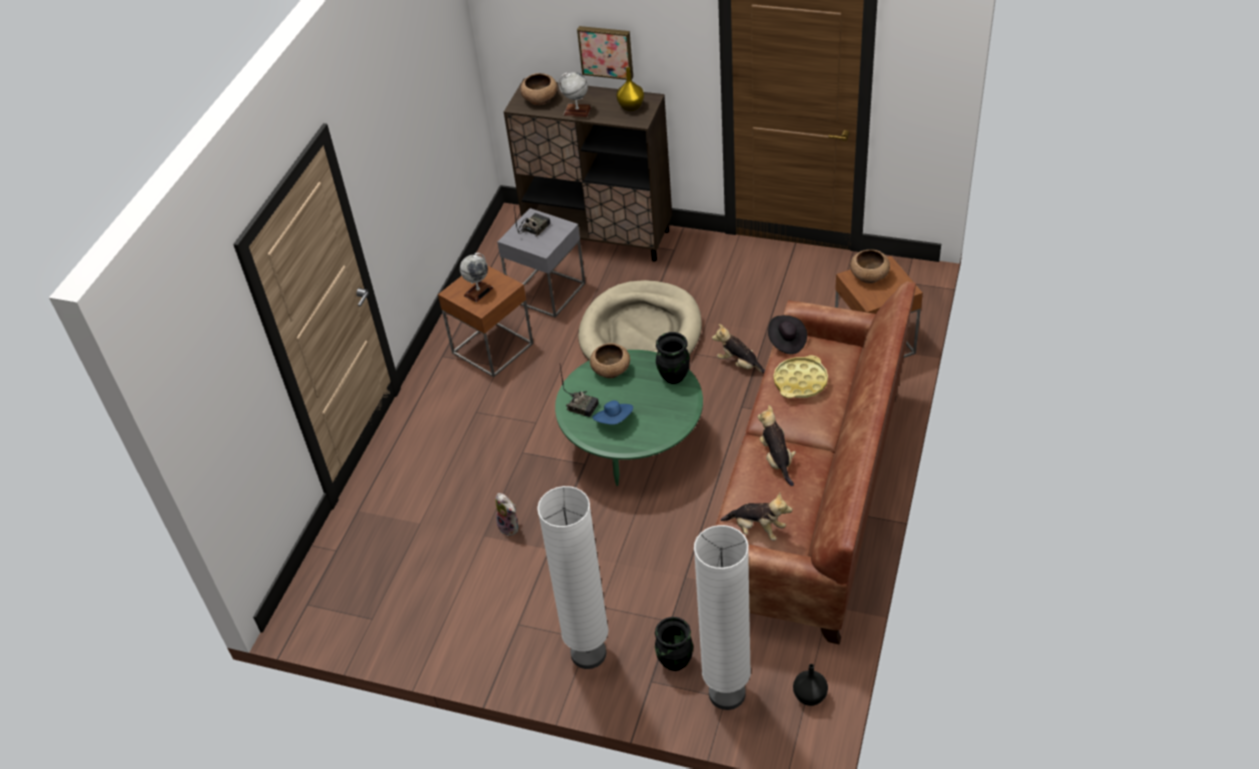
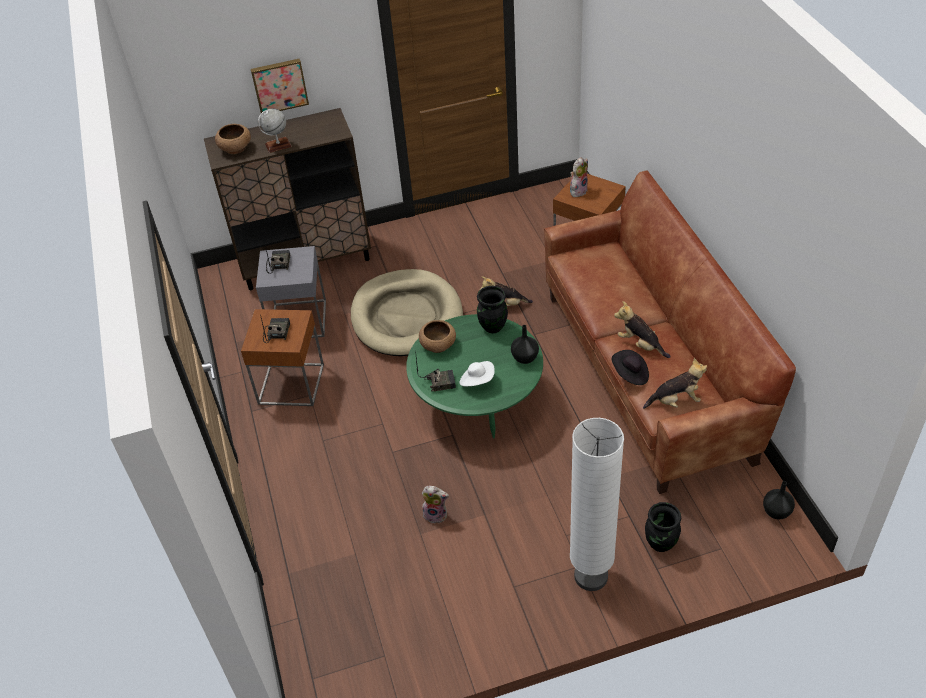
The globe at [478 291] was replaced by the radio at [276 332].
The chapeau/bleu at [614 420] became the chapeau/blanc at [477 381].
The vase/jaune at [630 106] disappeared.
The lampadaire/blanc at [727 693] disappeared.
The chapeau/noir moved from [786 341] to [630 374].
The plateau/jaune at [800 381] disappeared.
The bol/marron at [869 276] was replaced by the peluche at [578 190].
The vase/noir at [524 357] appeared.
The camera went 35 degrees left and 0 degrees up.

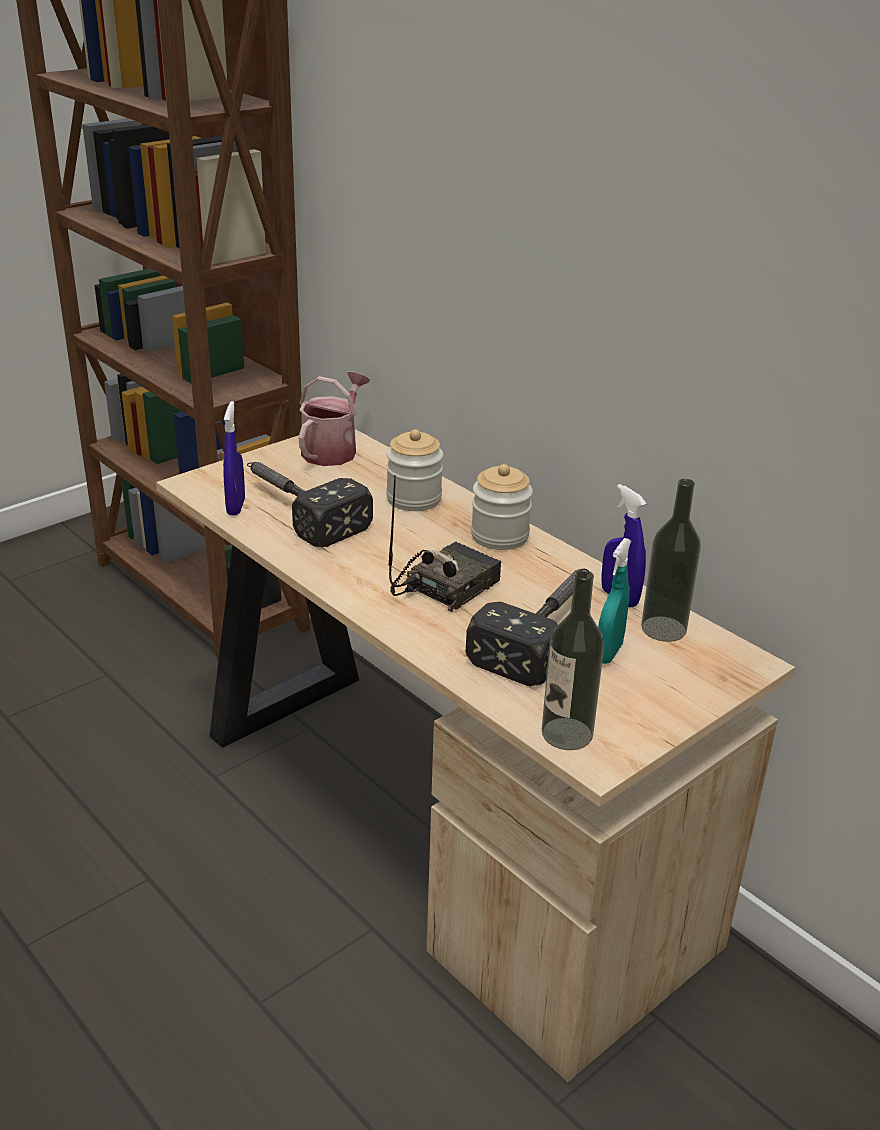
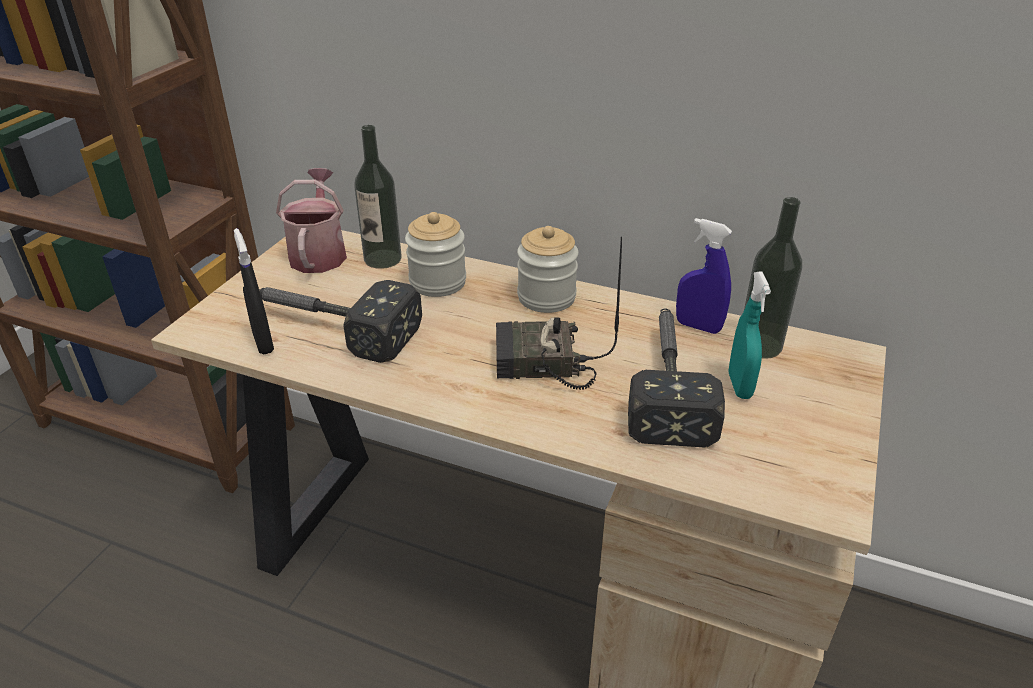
The vaporisateur/bleu at [236 507] became the vaporisateur/noir at [263 343].
The radio at [444 586] turned 105 degrees counterclockwise.
The bouteille moved from [567 734] to [382 259].
The camera went 25 degrees left and 5 degrees up.

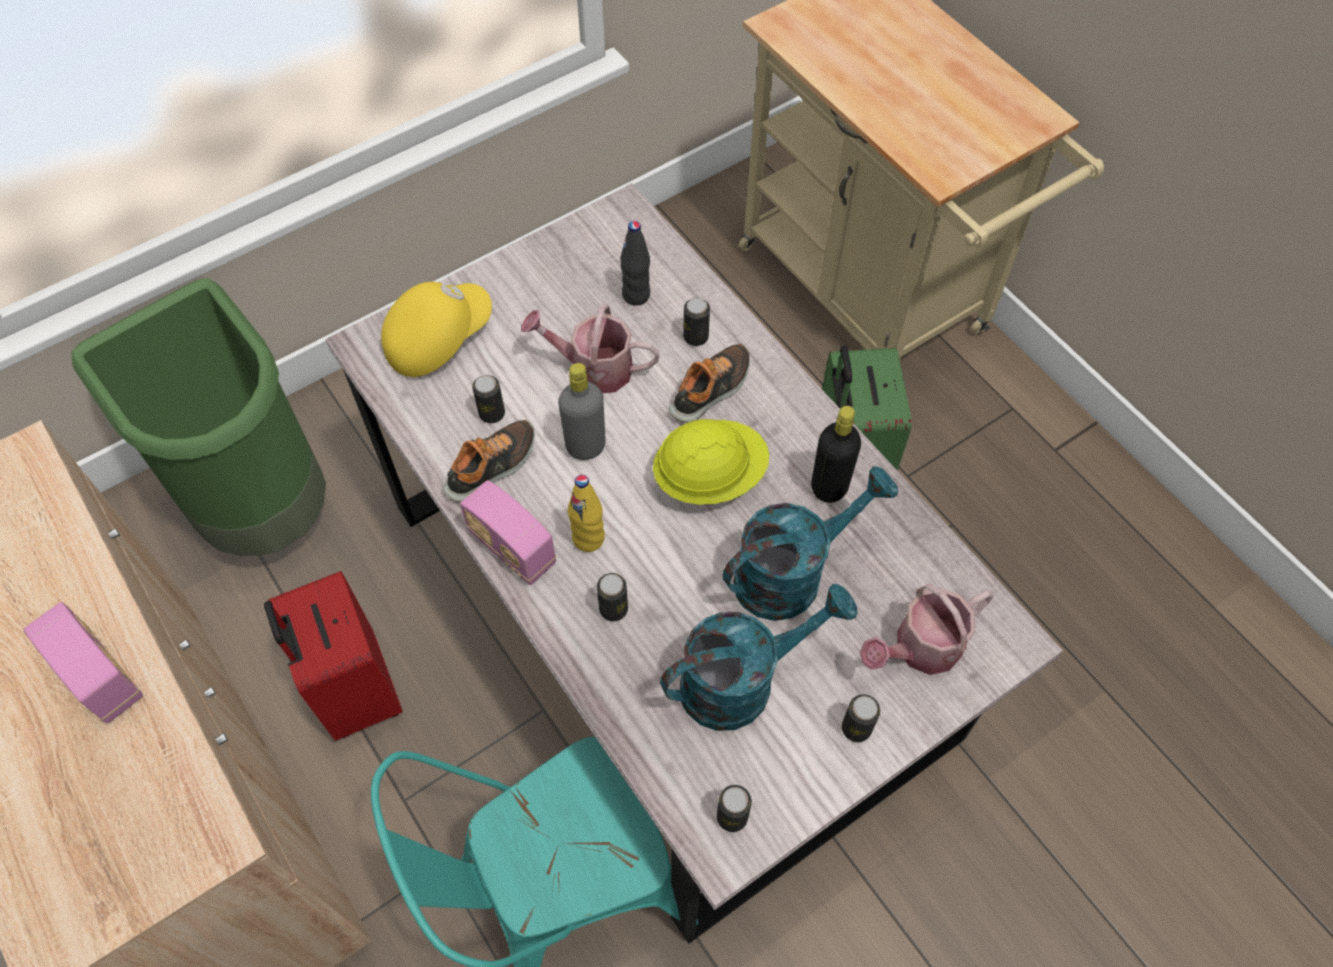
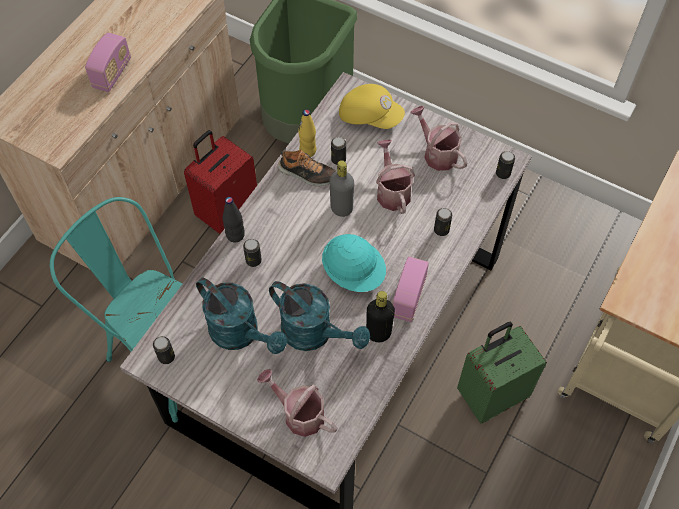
The radio moved from [512 548] to [408 298].
The bouteille/jaune moved from [588 538] to [308 151].
The bouteille/noir moved from [636 295] to [235 235].
The casque de chantier/jaune at [709 476] became the casque de chantier/turquoise at [353 272].
The chaussure at [711 389] disappeared.
The boîte métallique moved from [856 728] to [503 173].
The arrosoir at [437 153] appeared.
The camera went 65 degrees right and 0 degrees up.

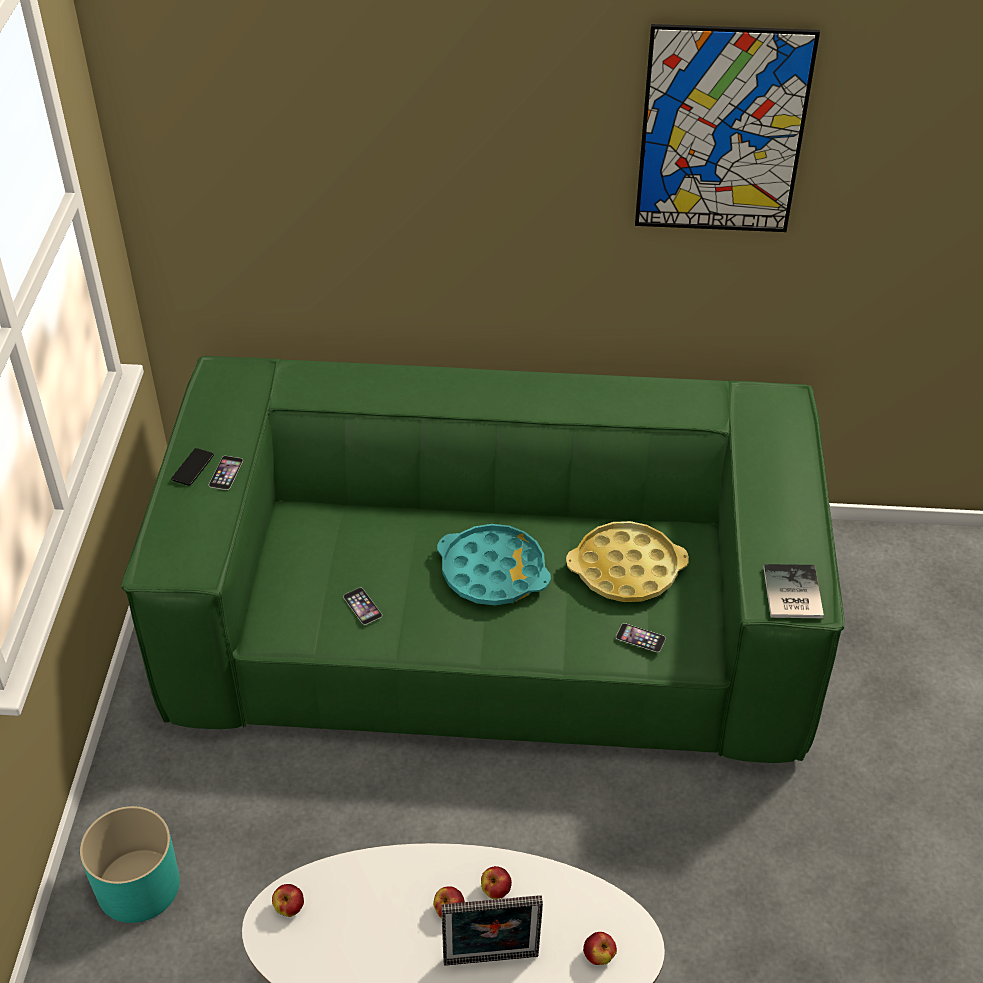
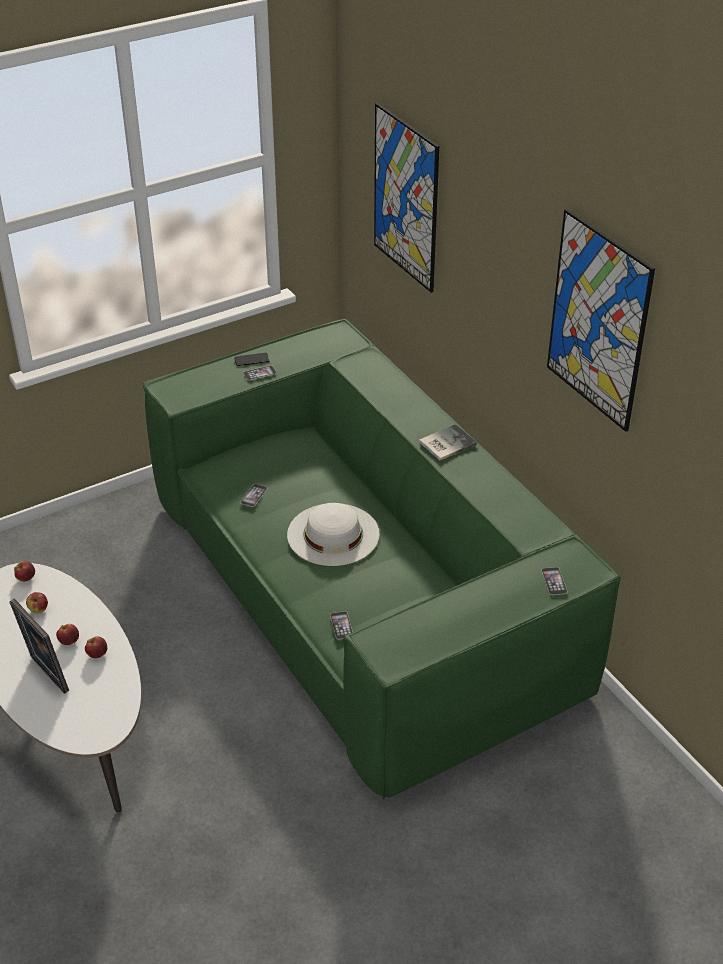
The cache-pot/turquoise at [137 885] disappeared.
The plateau/turquoise at [493 572] was replaced by the chapeau/blanc at [333 534].
The plateau/jaune at [626 569] disappeared.
The pomme moved from [599 956] to [38 610].
The livre moved from [790 594] to [445 443].
The tableau at [405 198] appeared.
The téléphone at [554 581] appeared.
The camera went 55 degrees right and 5 degrees down.

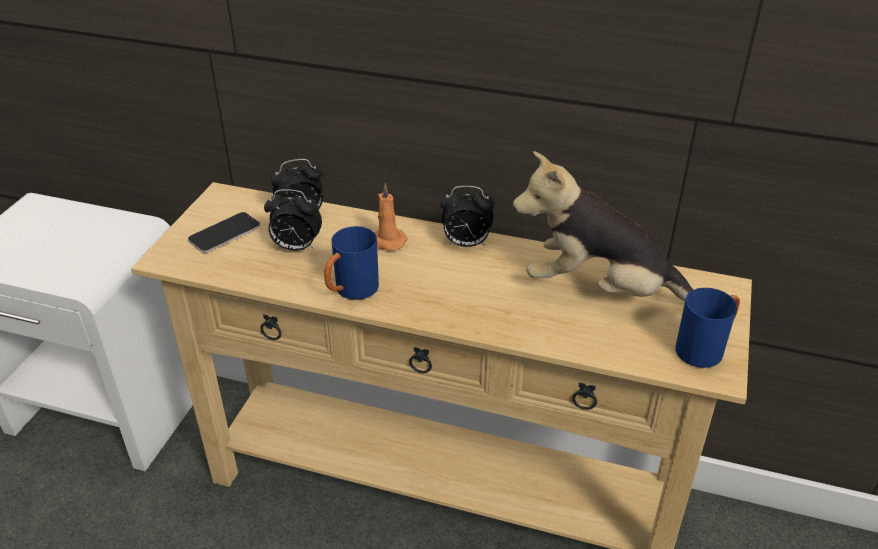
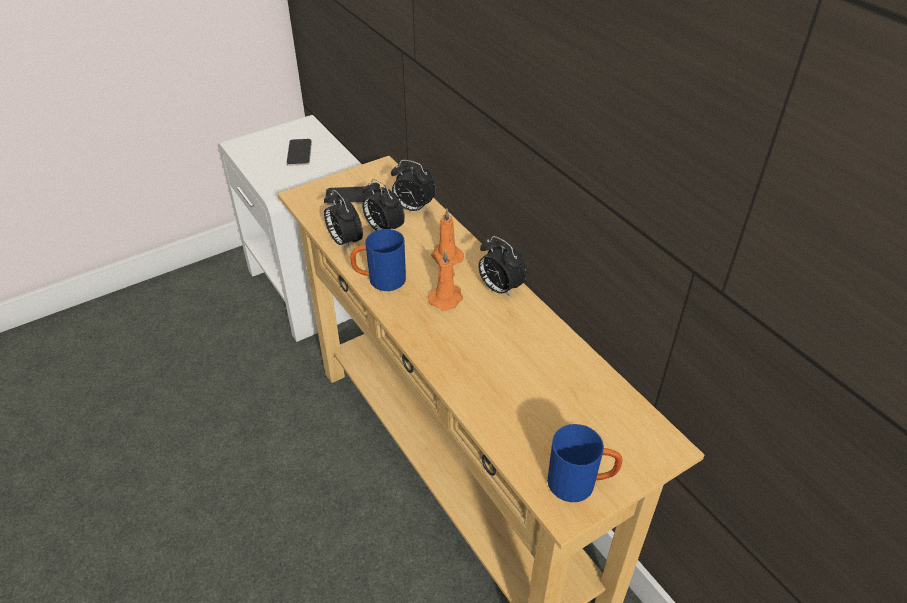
The peluche at [600 290] disappeared.
The téléphone at [299 153] appeared.
The réveil at [344 241] appeared.
The bougie/orange at [446 298] appeared.
The camera went 40 degrees right and 5 degrees up.

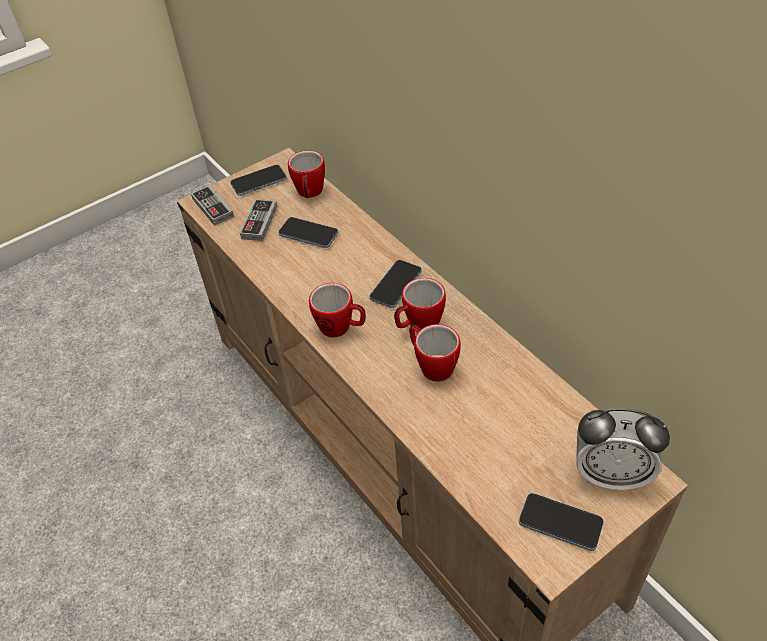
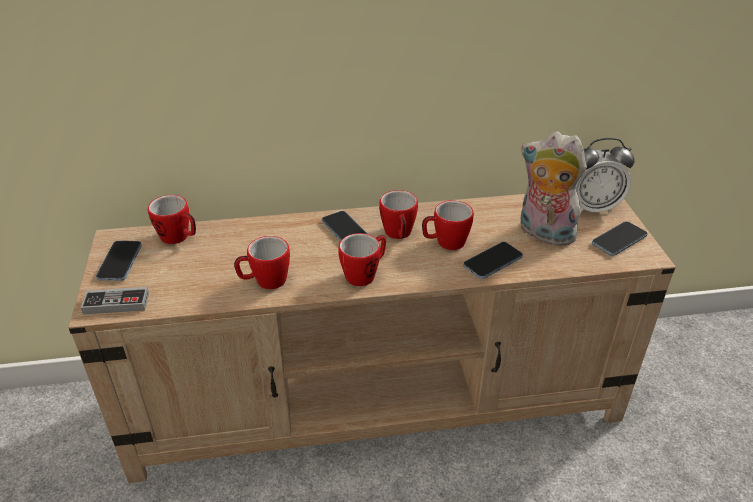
The manette at [259 222] disappeared.
The téléphone moved from [308 234] to [493 262].
The réveil at [610 474] turned 45 degrees clockwise.
The mug at [265 282] appeared.
The peluche at [543 234] appeared.
The camera went 65 degrees left and 10 degrees down.

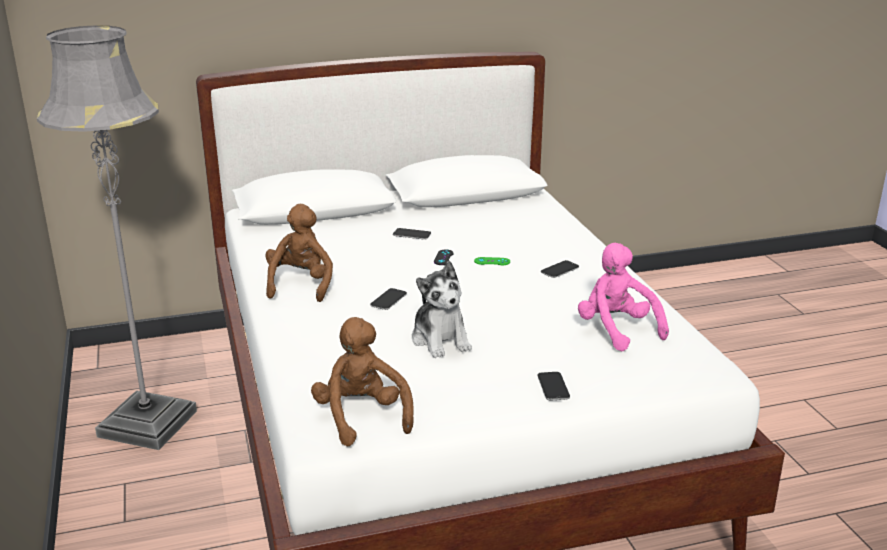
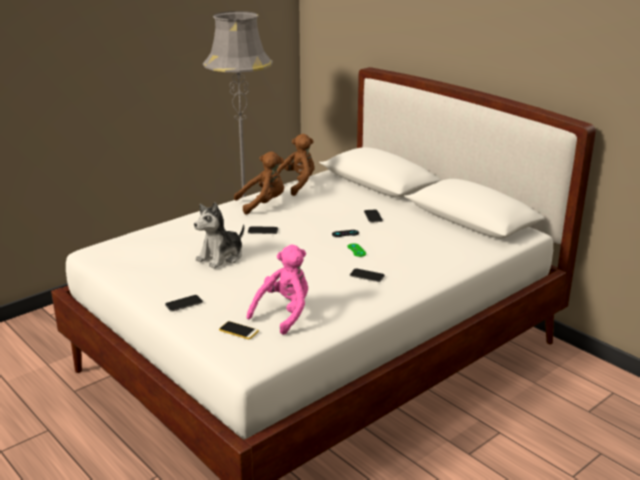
The peluche/marron moved from [361 417] to [296 185].
The téléphone at [238 331] appeared.
The camera went 65 degrees right and 0 degrees up.

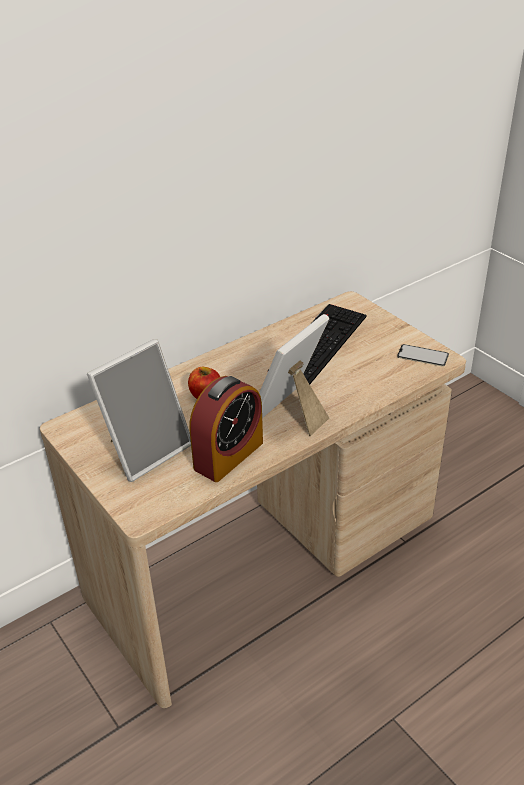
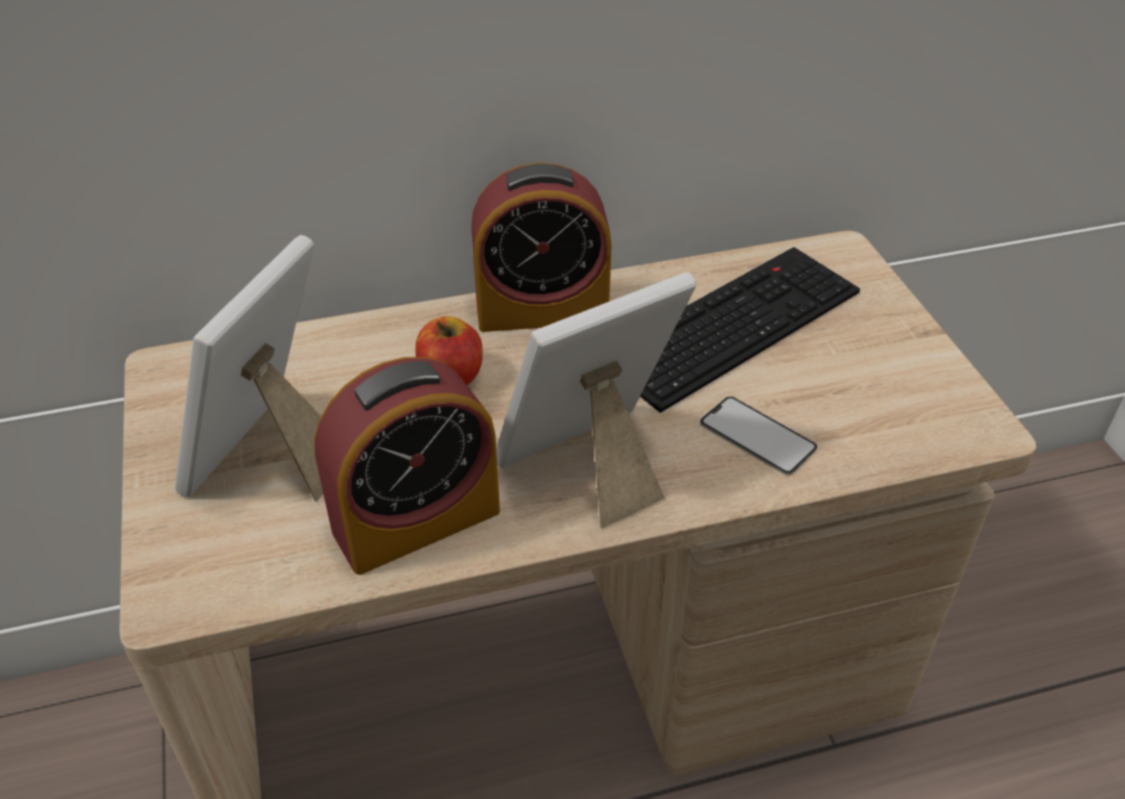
The cadre photo at [146 449] turned 135 degrees clockwise.
The téléphone moved from [422 355] to [757 436].
The réveil at [541 309] appeared.
The camera went 20 degrees right and 5 degrees up.

